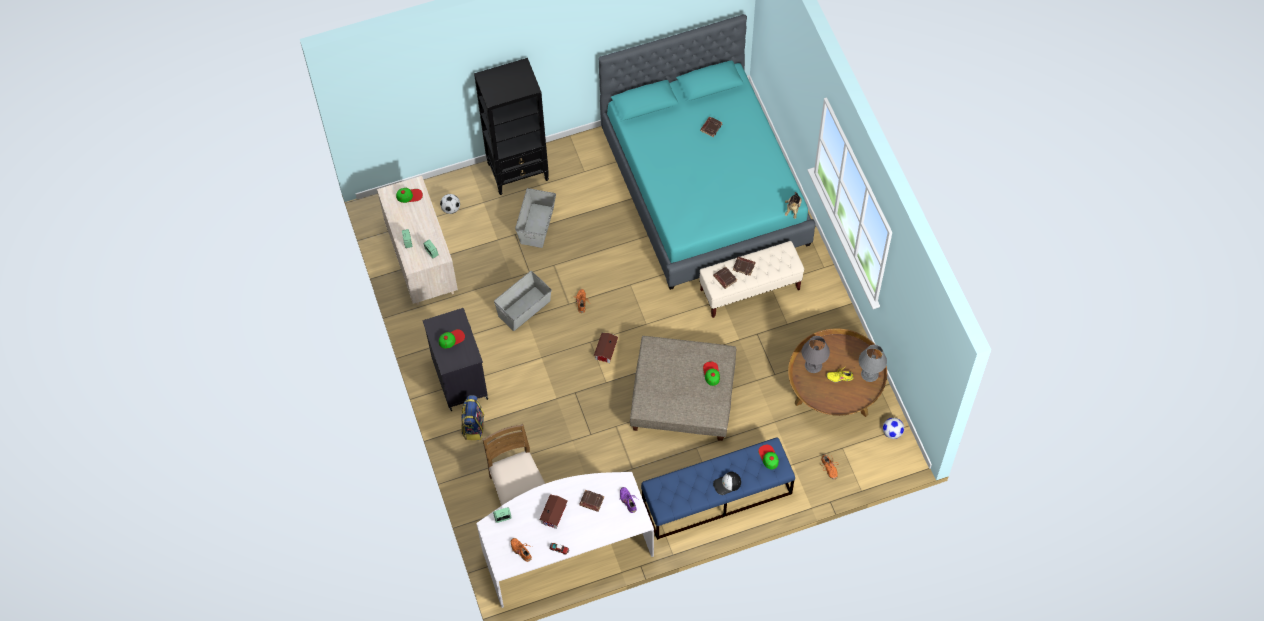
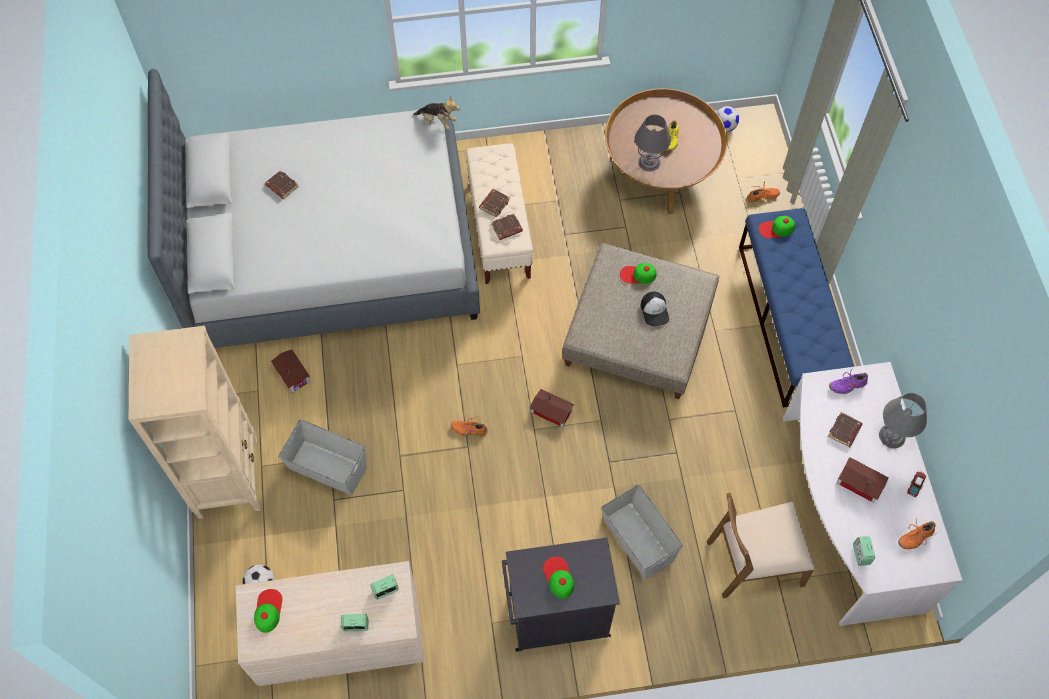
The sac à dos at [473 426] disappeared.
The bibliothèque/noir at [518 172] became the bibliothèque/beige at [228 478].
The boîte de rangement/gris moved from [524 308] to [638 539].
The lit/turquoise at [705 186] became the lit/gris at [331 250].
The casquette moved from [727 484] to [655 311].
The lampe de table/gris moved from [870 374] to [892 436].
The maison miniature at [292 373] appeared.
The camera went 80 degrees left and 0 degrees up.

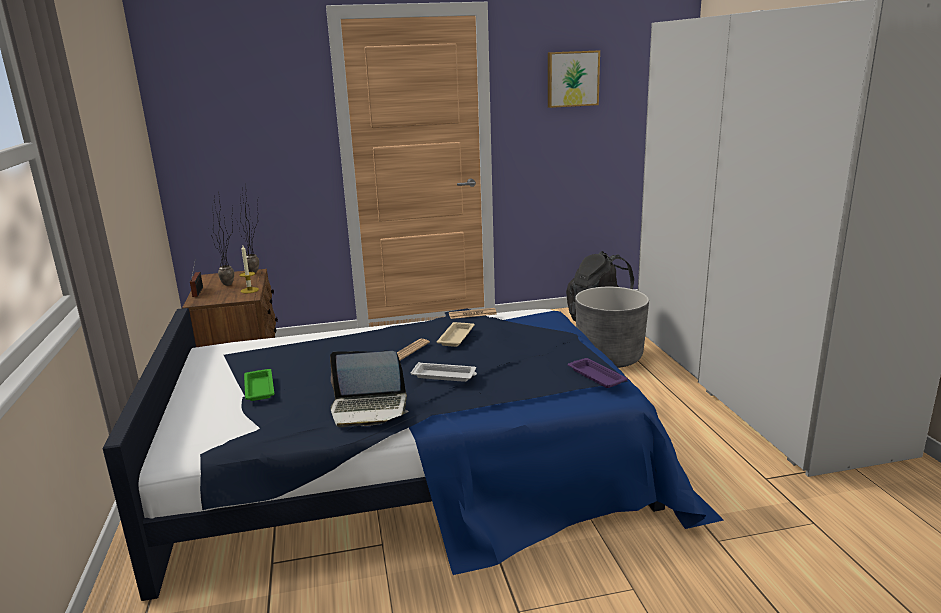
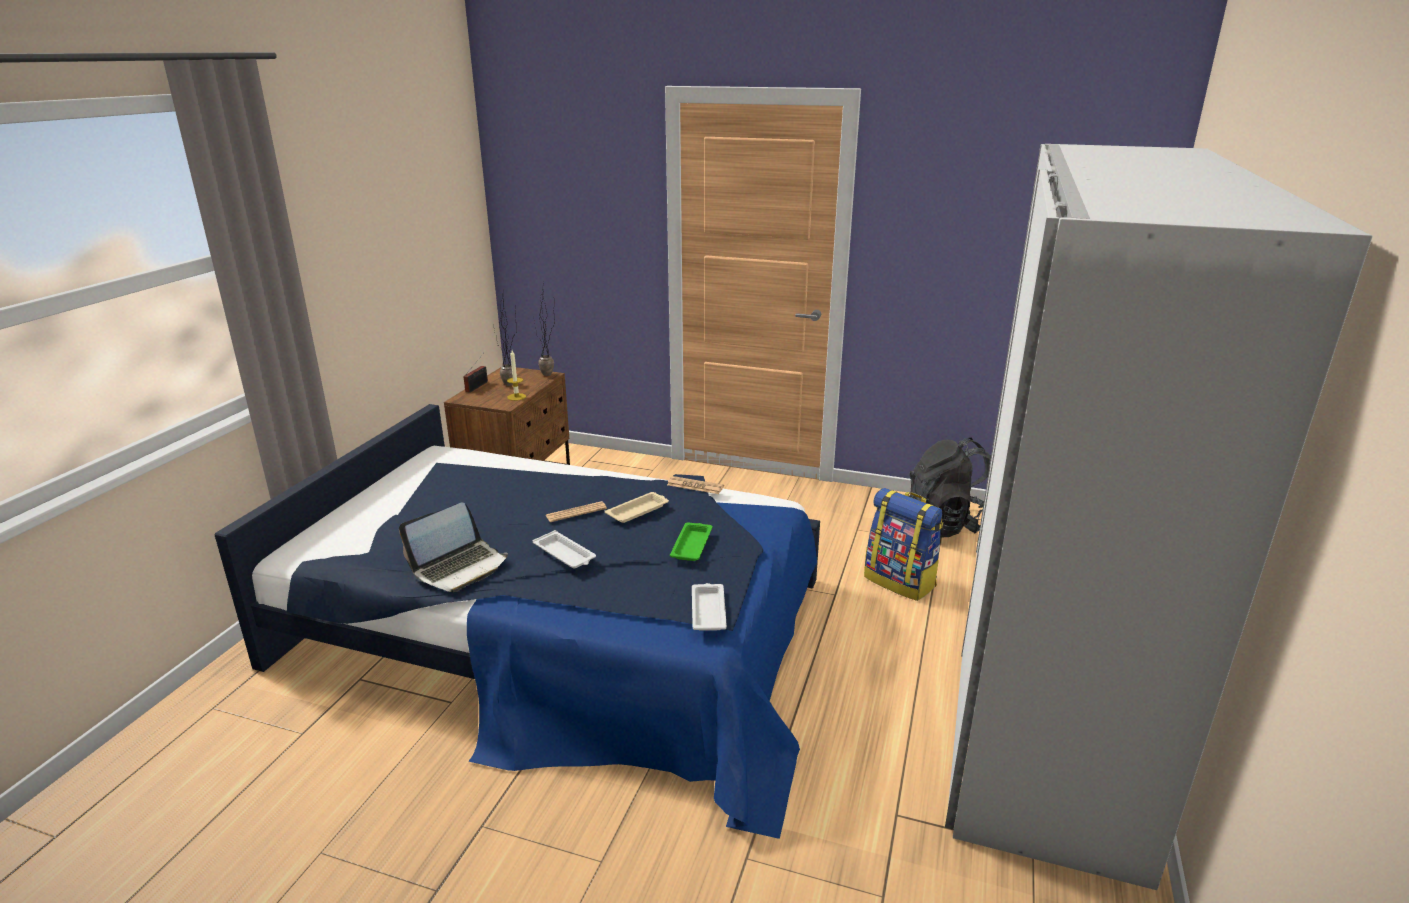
The plateau/vert moved from [259 388] to [692 545].
The ordinateur portable at [369 409] turned 75 degrees counterclockwise.
The tableau at [572 79] disappeared.
The plateau/violet at [595 376] became the plateau/blanc at [708 610].
The cache-pot/gris at [609 357] was replaced by the sac à dos at [900 581].
The camera went 30 degrees right and 5 degrees up.

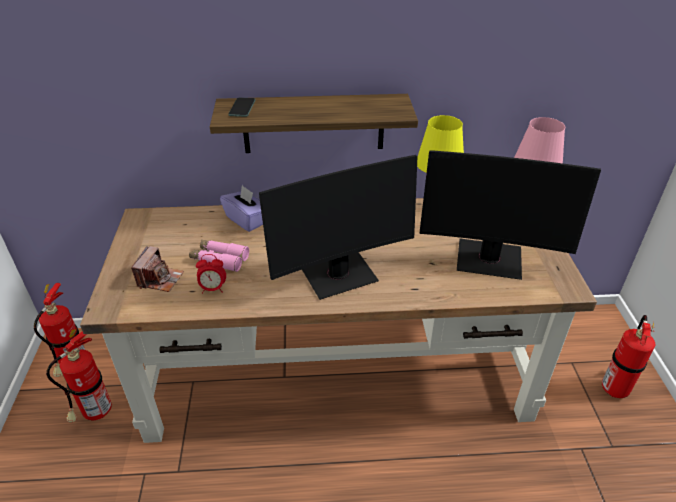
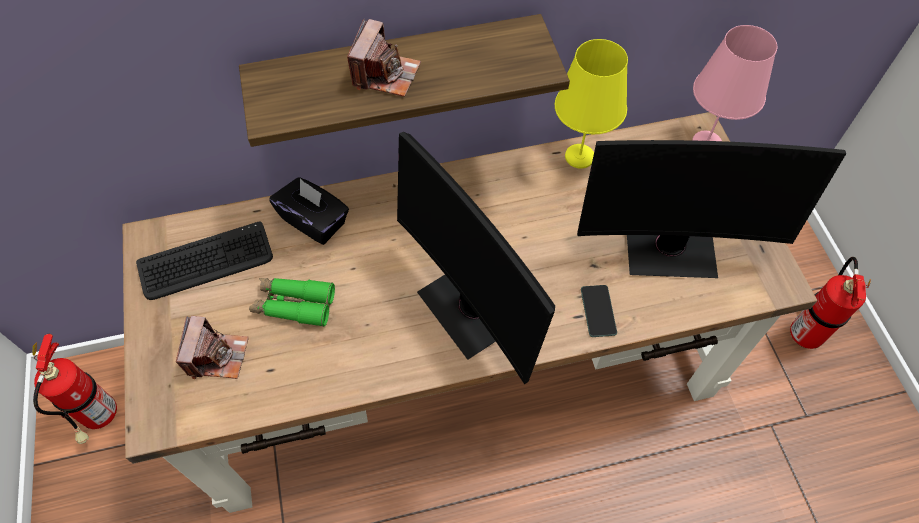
The extincteur at [95 414] disappeared.
The jumelles/rose at [219 259] became the jumelles/vert at [294 304].
The réveil at [213 289] disappeared.
The boîte à mouchoirs/violet at [247 220] became the boîte à mouchoirs/noir at [314 221].
The téléphone moved from [242 108] to [598 311].
The écran d'ordinateur at [339 275] turned 90 degrees clockwise.
The clavier at [206 262] appeared.
The appareil photo at [385 74] appeared.
The camera went 10 degrees left and 20 degrees up.

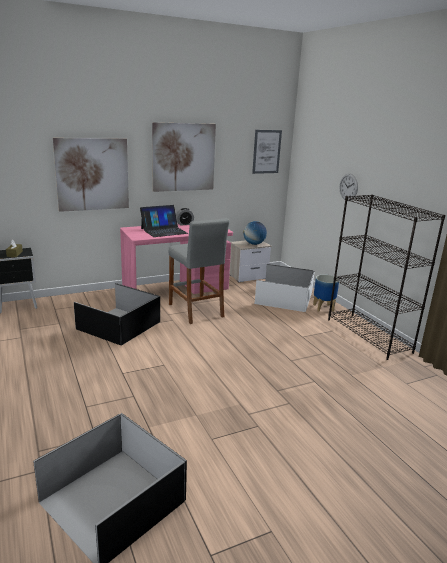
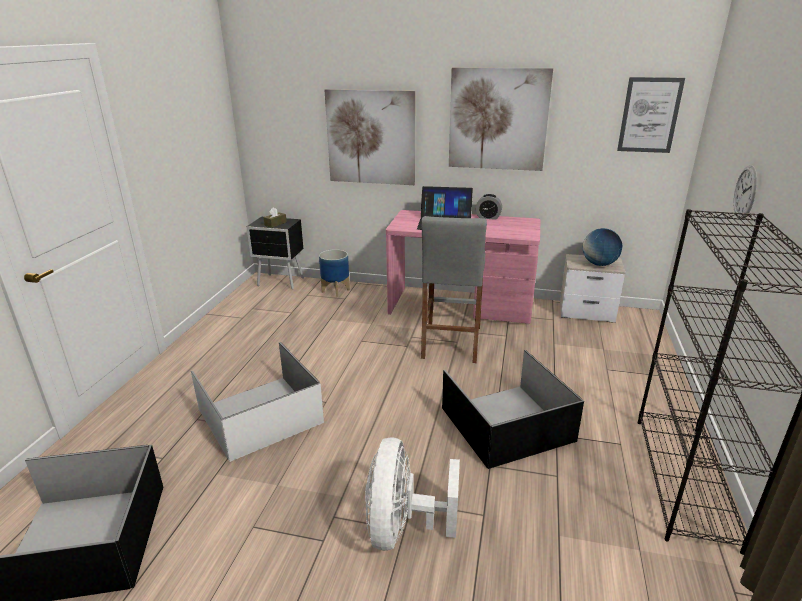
The boîte de rangement/noir moved from [119 325] to [507 423].
The boîte de rangement/blanc moved from [284 297] to [261 415].
The cache-pot moved from [323 308] to [335 291].
The ventilateur/blanc at [403 528] appeared.
The camera went 40 degrees right and 5 degrees up.

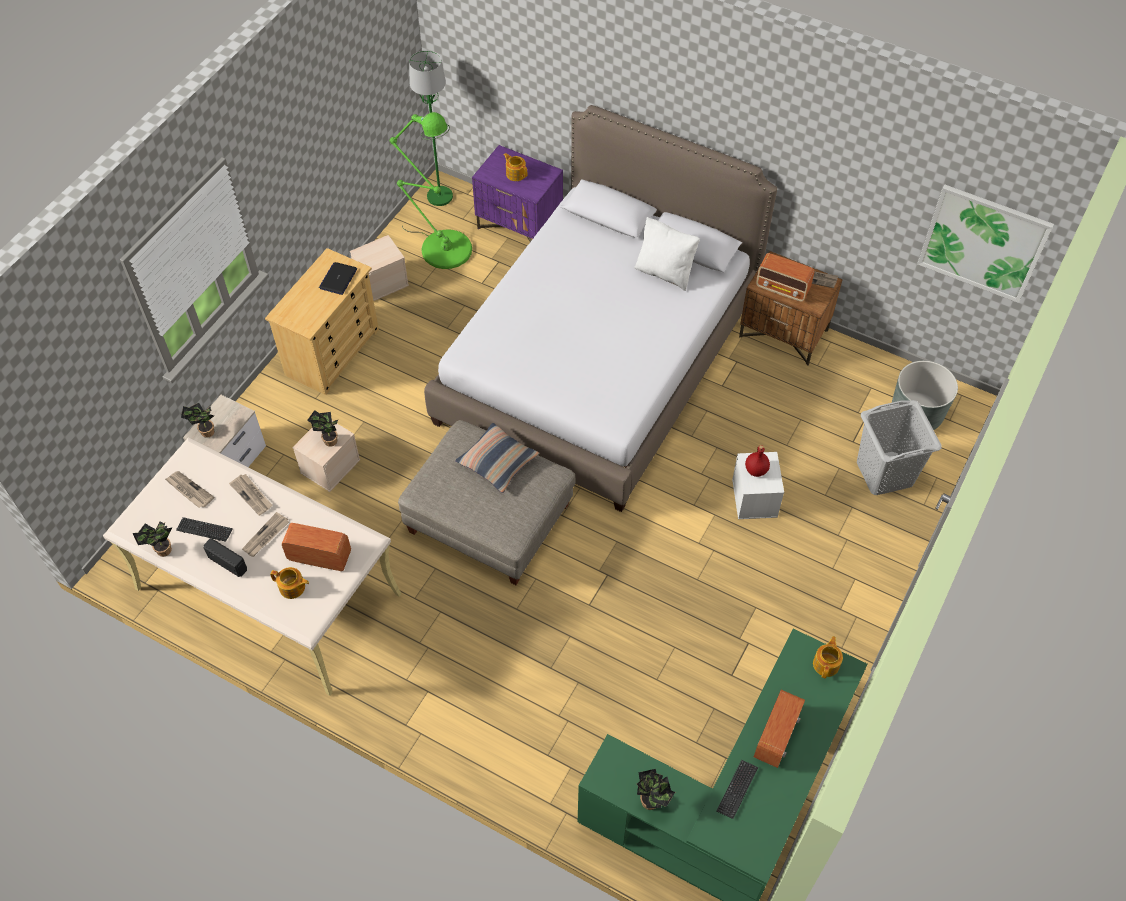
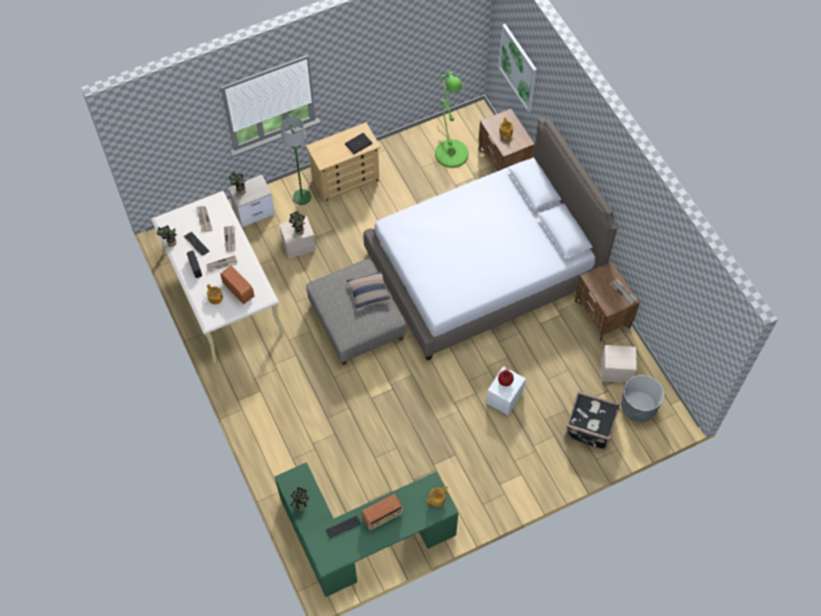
The boîte de rangement/beige moved from [382 282] to [616 370].
The lampadaire/vert moved from [439 197] to [302 197].
The table de chevet/violet at [520 226] became the table de chevet/marron at [504 162].
The coussin/blanc at [665 272] disappeared.
The radio at [783 289] disappeared.
The panier à linge/gris at [884 473] was replaced by the valise/noir at [589 428].
The tableau moved from [983 243] to [518 67].
The camera went 35 degrees right and 5 degrees up.

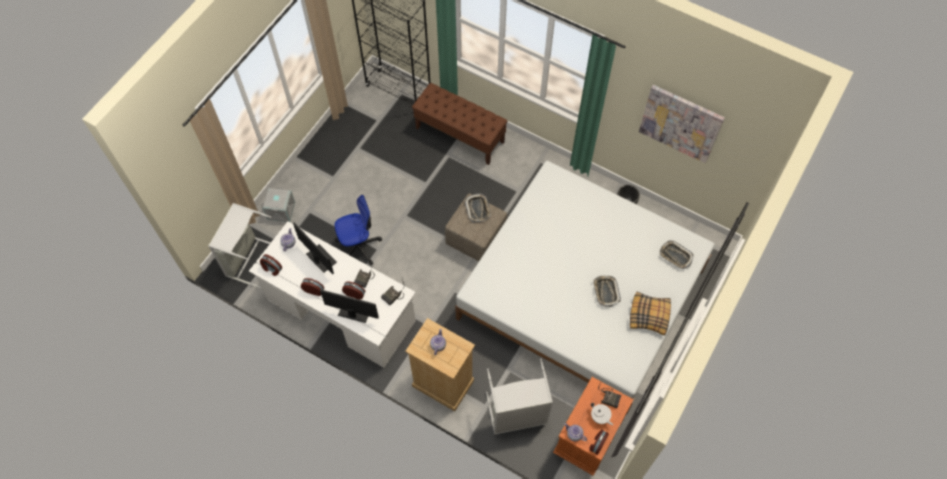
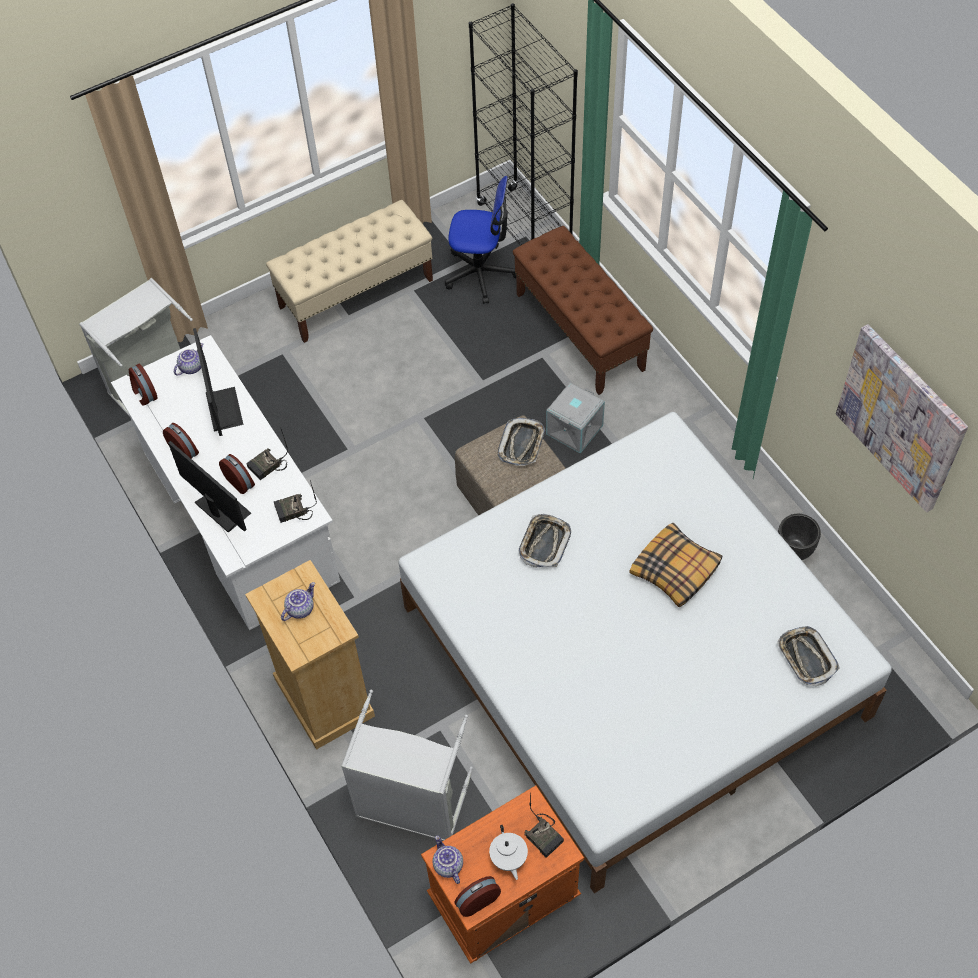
The boîte de rangement/gris moved from [280 210] to [574 429].
The chaise de bureau moved from [358 246] to [480 273].
The plateau moved from [606 292] to [544 543].
The coussin moved from [649 315] to [675 570].
The banc/beige at [356 293] appeared.
The camera went 30 degrees right and 5 degrees down.

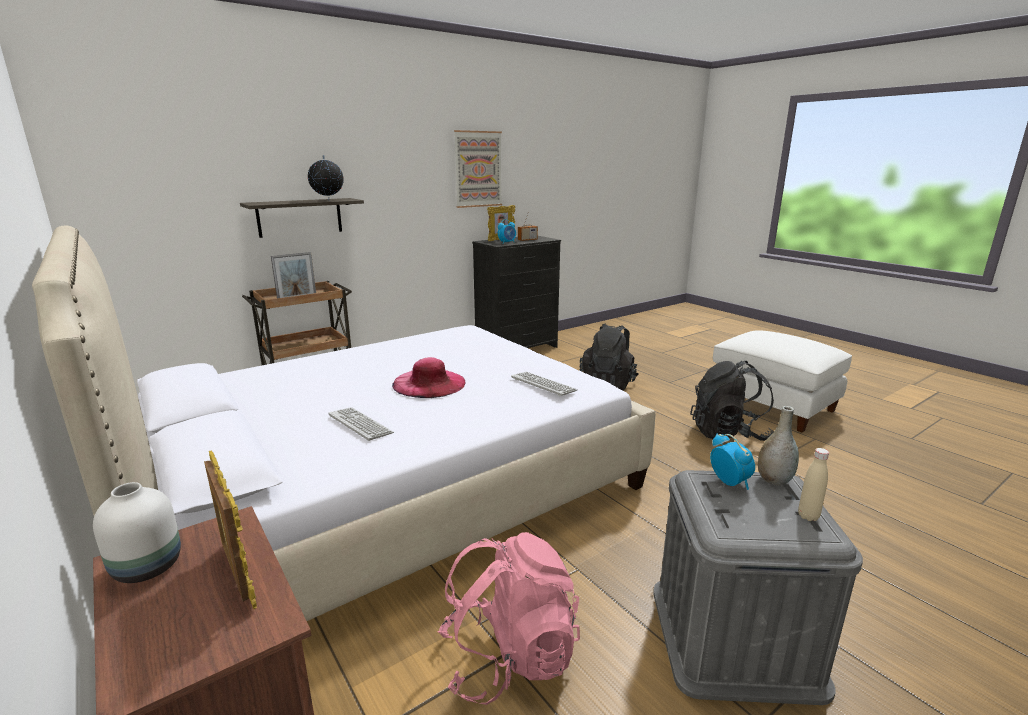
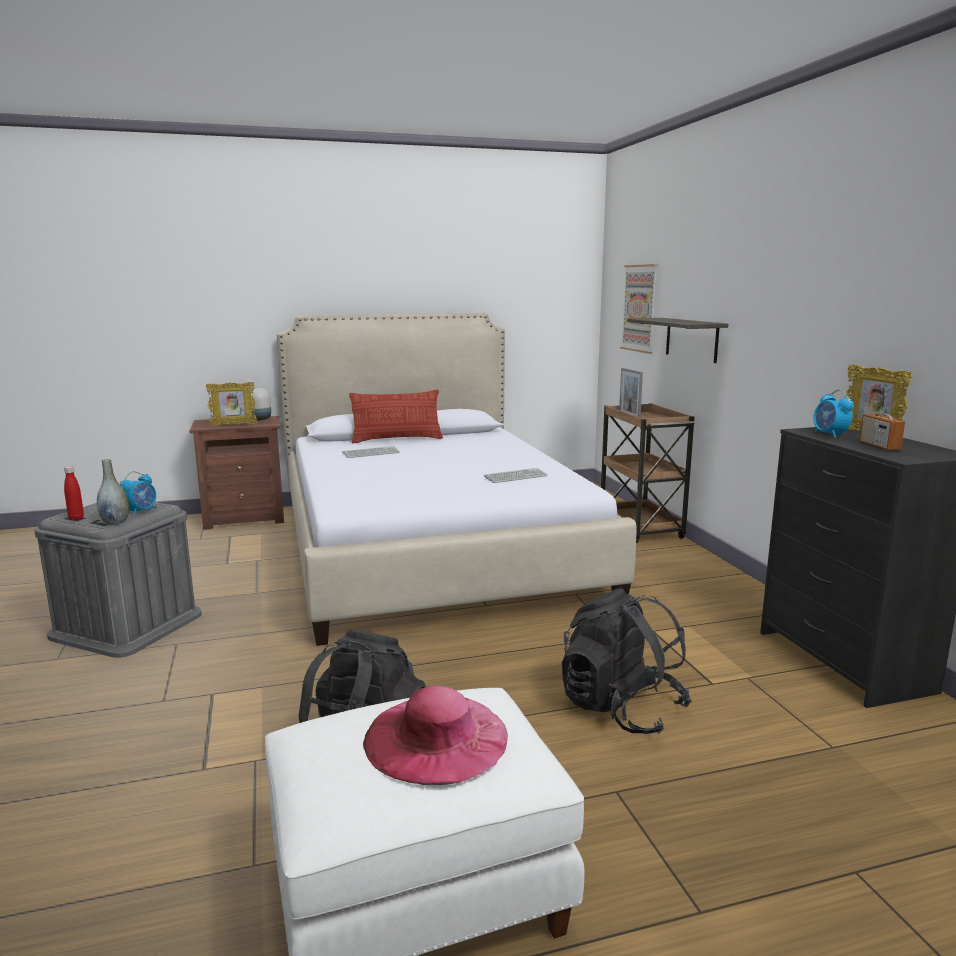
The globe at [328 200] disappeared.
The chapeau/rose moved from [429 383] to [436 737].
The sac à dos/rose at [509 657] disappeared.
The tableau moved from [478 169] to [639 308].
The clavier moved from [543 384] to [515 477].
The réveil at [729 482] turned 60 degrees counterclockwise.
The bouteille/beige at [808 516] became the bouteille/rouge at [76 518].
The coussin at [397 439] appeared.
The camera went 110 degrees right and 5 degrees down.

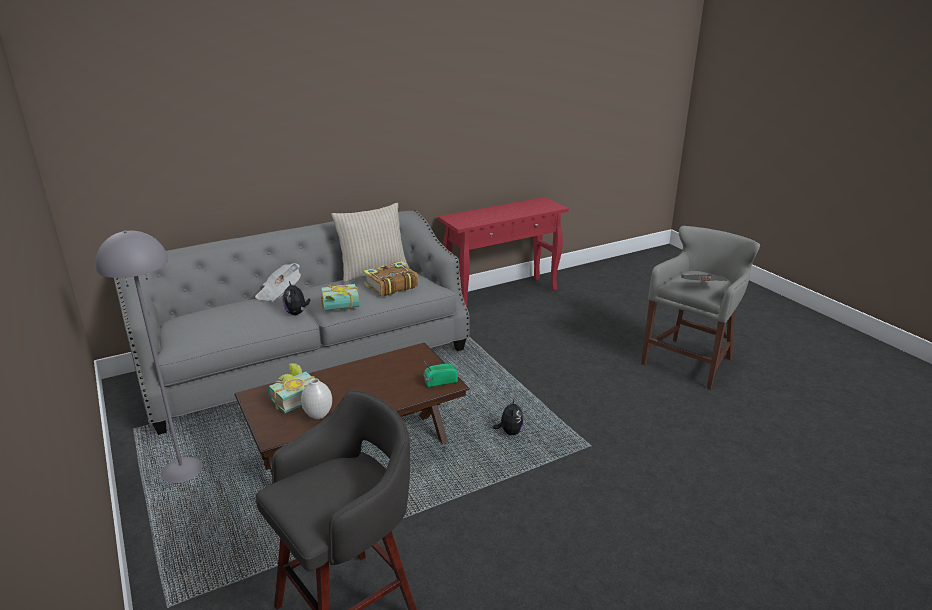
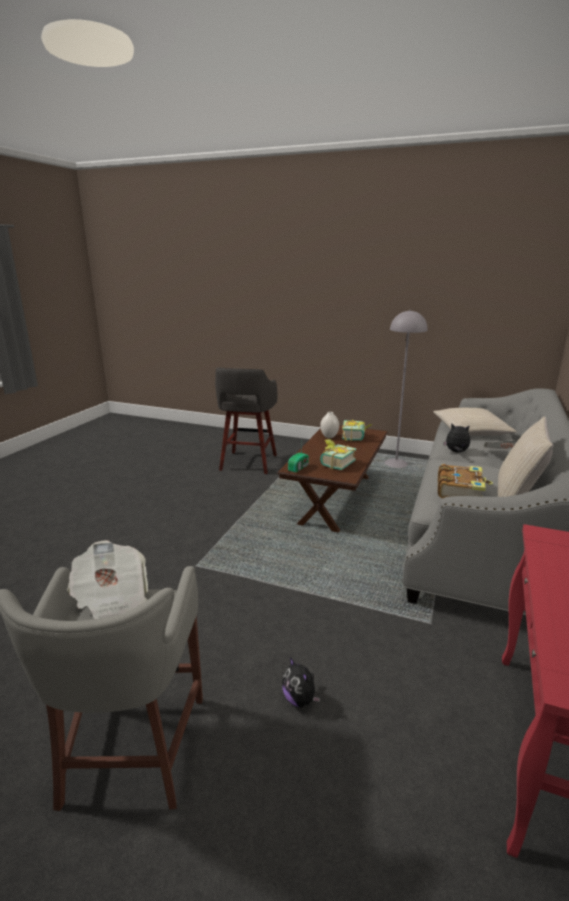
The livre moved from [341 308] to [334 463].
The peluche moved from [510 432] to [300 699].
The coussin/beige at [470 430] appeared.
The camera went 140 degrees right and 5 degrees down.

